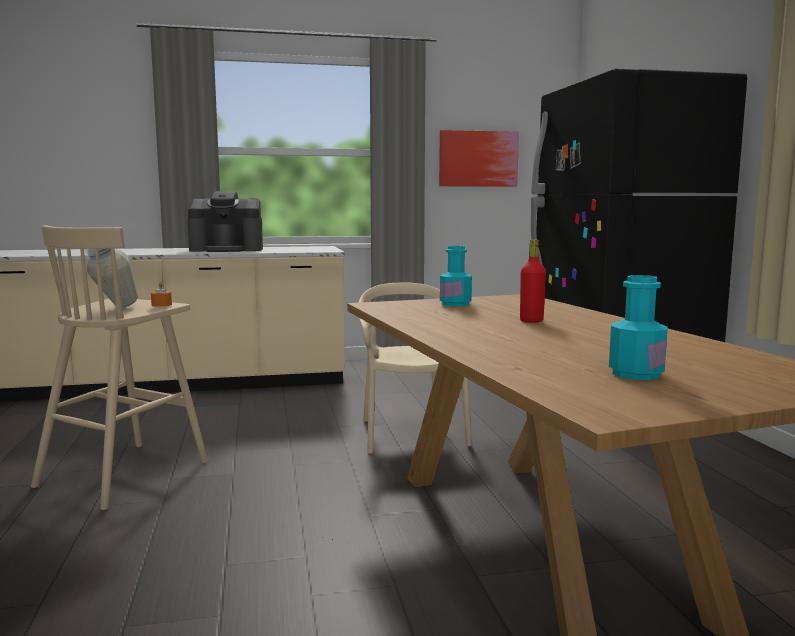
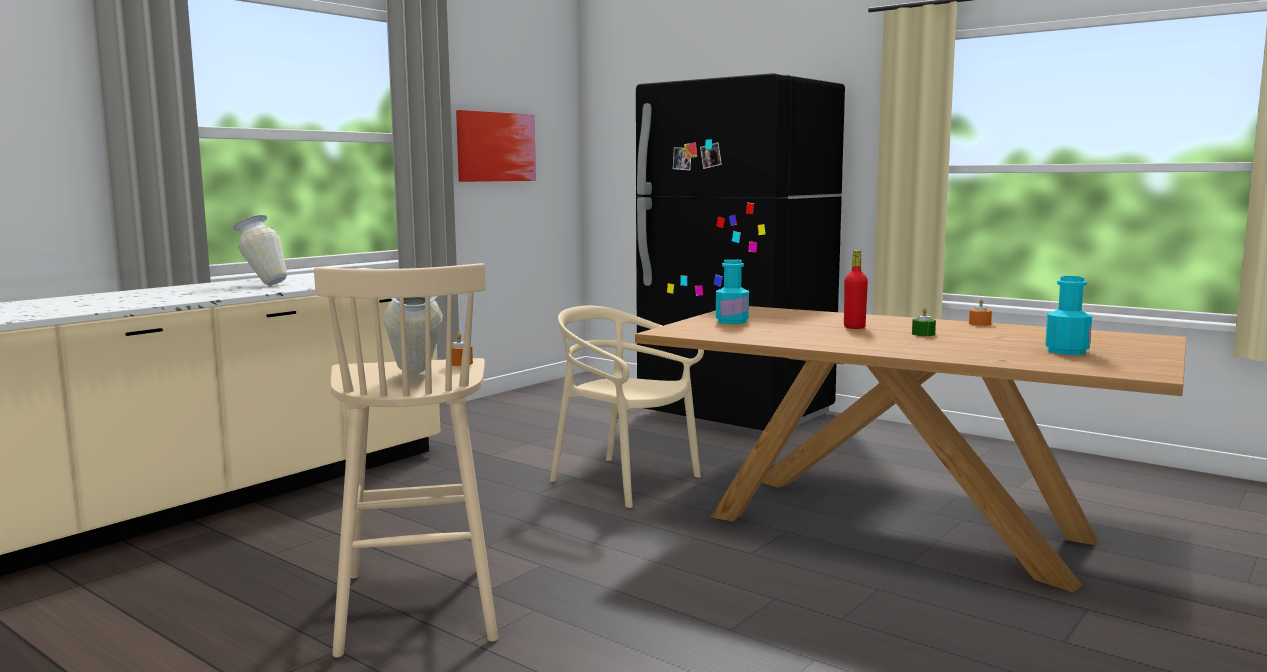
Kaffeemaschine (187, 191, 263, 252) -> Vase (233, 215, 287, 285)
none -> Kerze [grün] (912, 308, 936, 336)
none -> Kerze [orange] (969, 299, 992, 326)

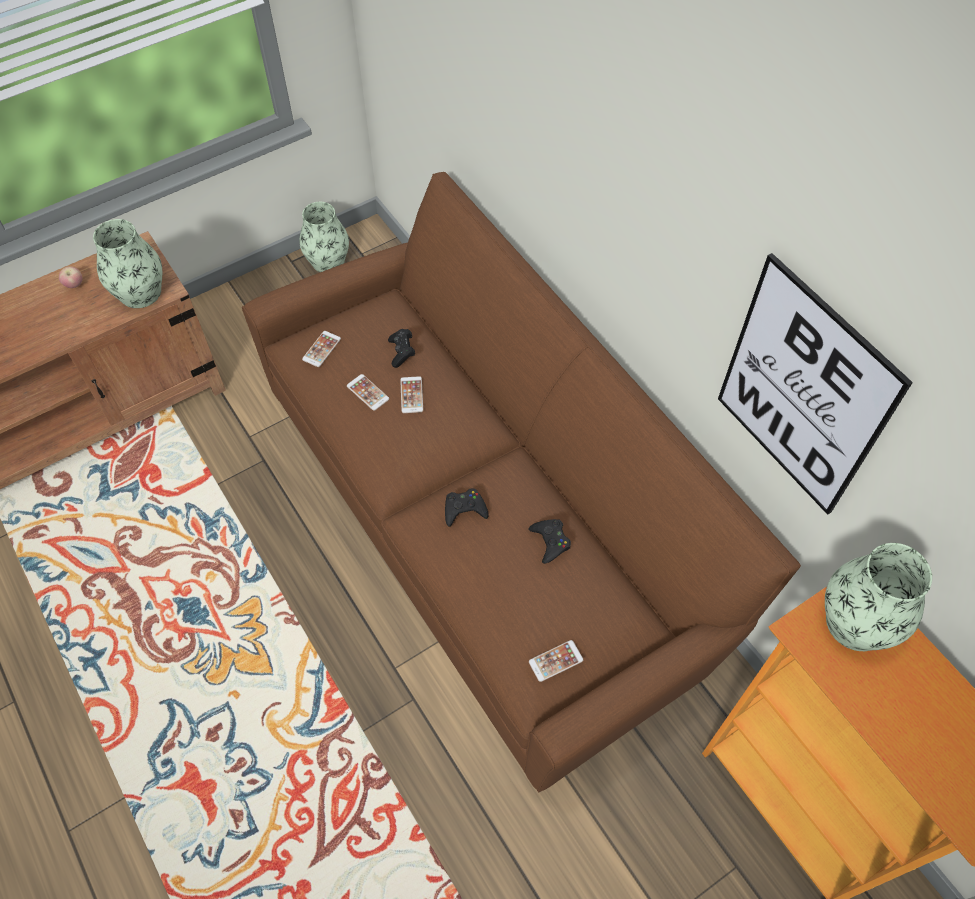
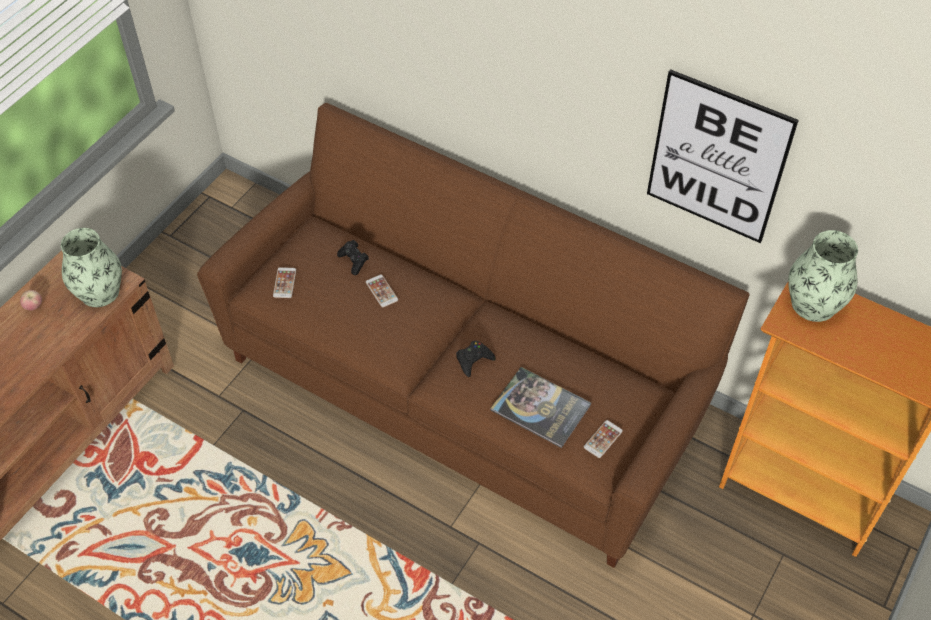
none -> Buch (491, 367, 591, 448)
Vase (299, 202, 349, 272) -> none
Handy (347, 374, 389, 411) -> none
Gamepad [schwarz] (529, 519, 571, 564) -> none

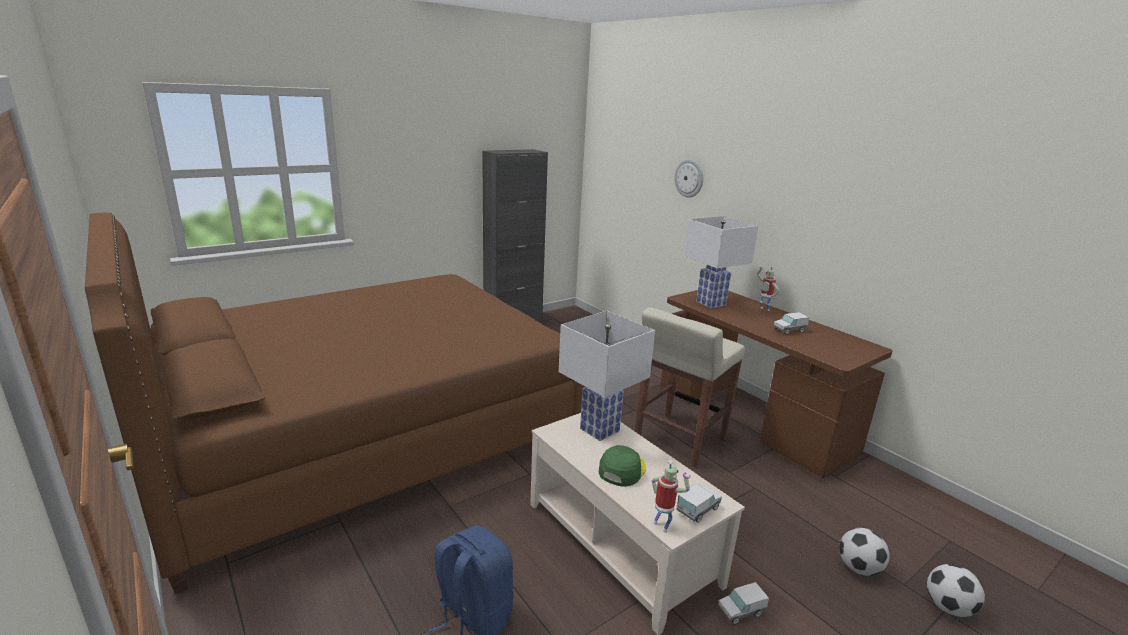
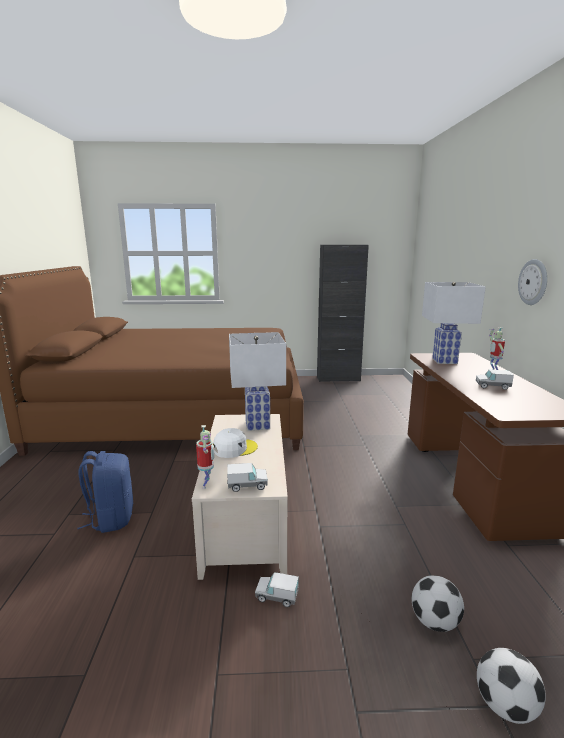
Kappe [grün] (599, 445, 646, 487) -> Kappe [weiß] (213, 428, 258, 458)
Wanduhr (674, 159, 703, 198) -> Wanduhr (518, 259, 547, 305), moved
Hocker [beige] (635, 307, 745, 467) -> none

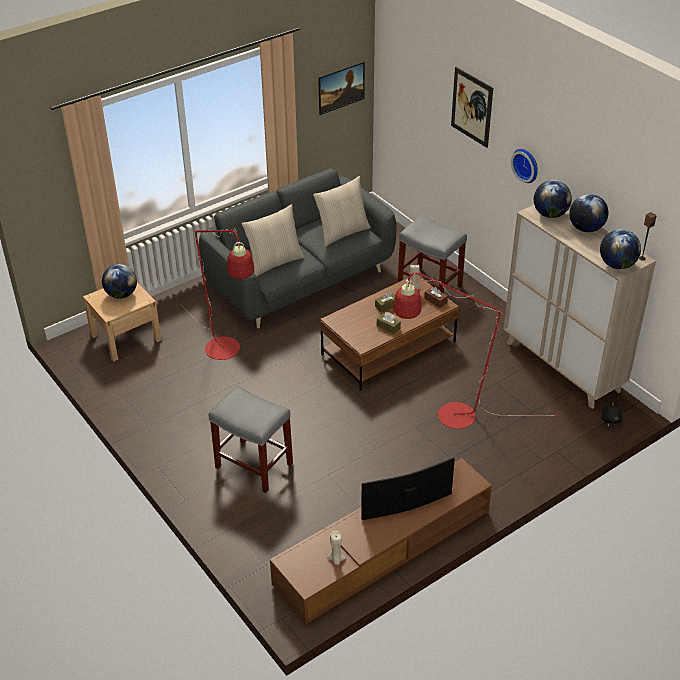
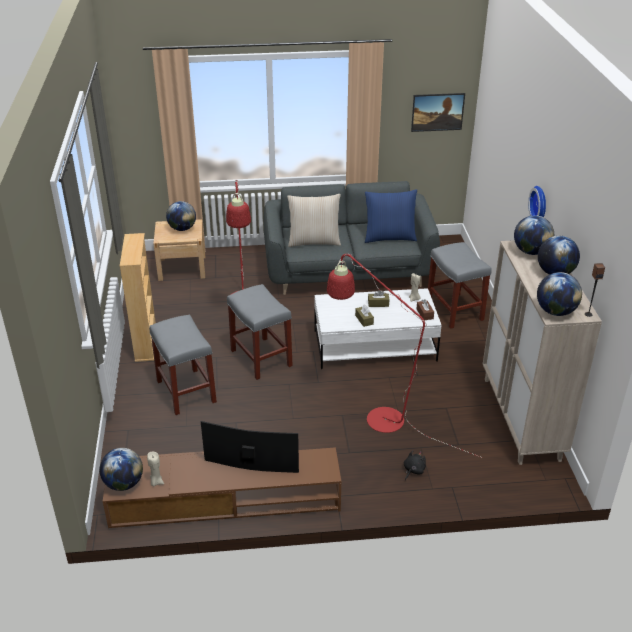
none -> Globus (99, 448, 143, 491)
none -> Bücherregal [beige] (120, 233, 156, 362)
none -> Hocker [grau] (227, 284, 293, 380)
Couchtisch [braun] (320, 275, 459, 391) -> Couchtisch [weiß] (315, 288, 442, 369)
Kissen [beige] (313, 176, 371, 247) -> Kissen [blau] (365, 189, 417, 243)
Plüschtier [schwarz] (601, 402, 623, 432) -> Plüschtier [schwarz] (404, 450, 426, 480), moved
Bild (451, 67, 493, 148) -> none

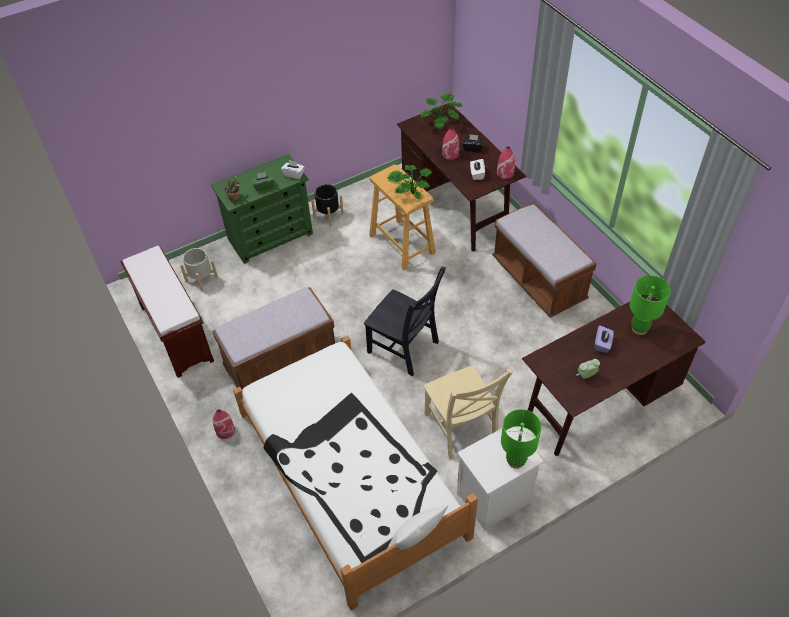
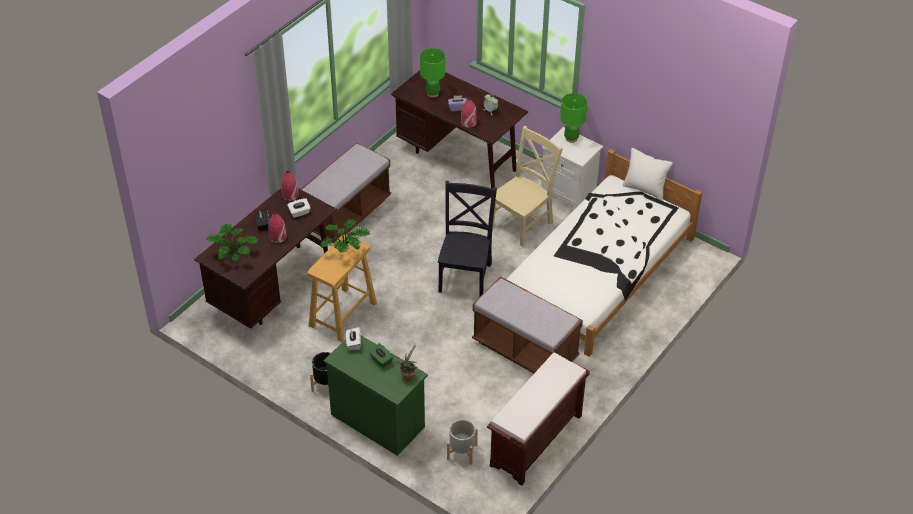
Vase [rot] (213, 409, 235, 439) -> Vase [rot] (461, 98, 477, 128), moved

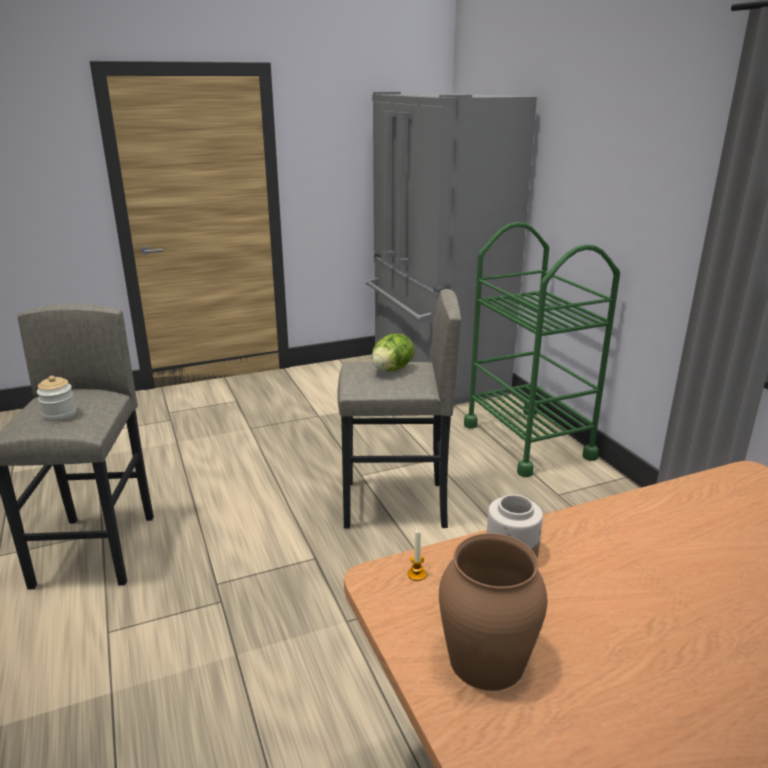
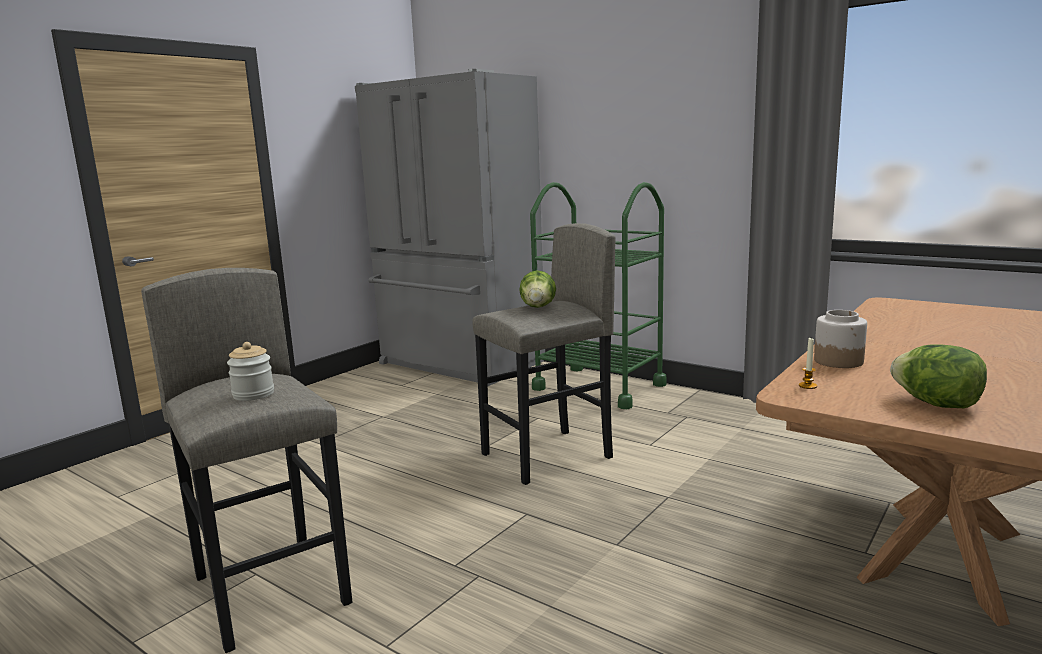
Vase [braun] (439, 533, 547, 691) -> Salatkopf (890, 344, 987, 408)

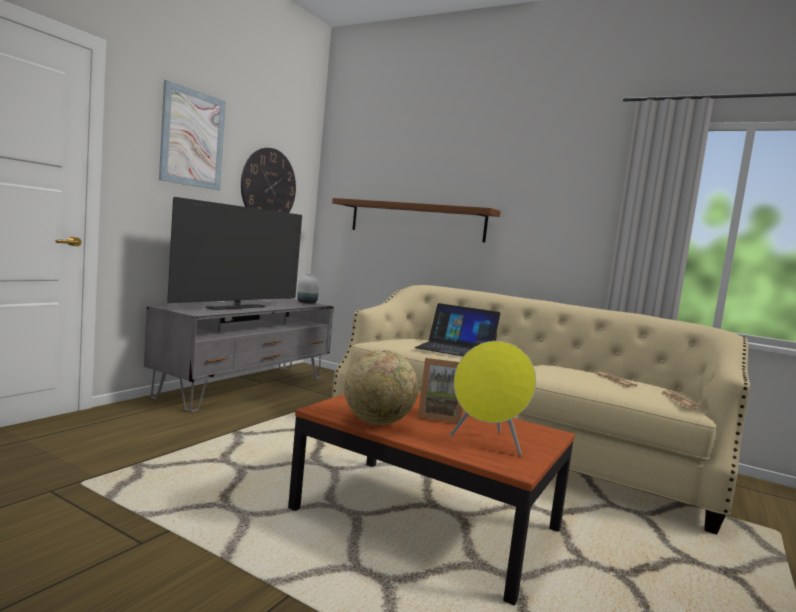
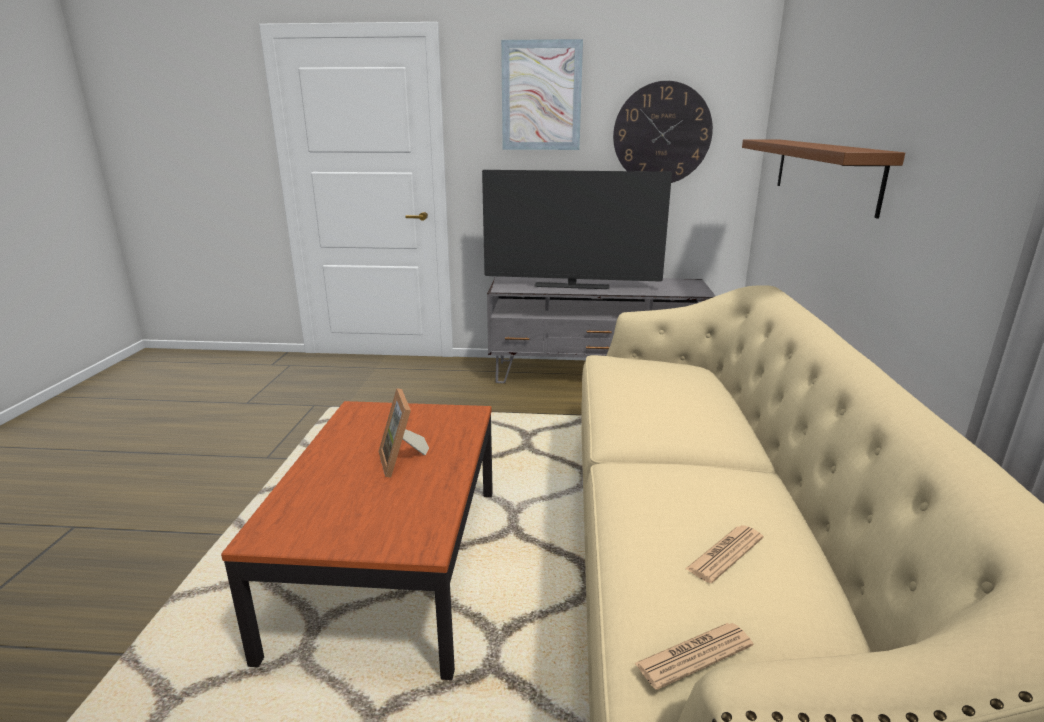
Vase [weiß] (297, 274, 319, 304) -> none
Globus (344, 350, 418, 425) -> none
Laptop (415, 303, 500, 356) -> none
Lautsprecher [gelb] (450, 341, 536, 456) -> none

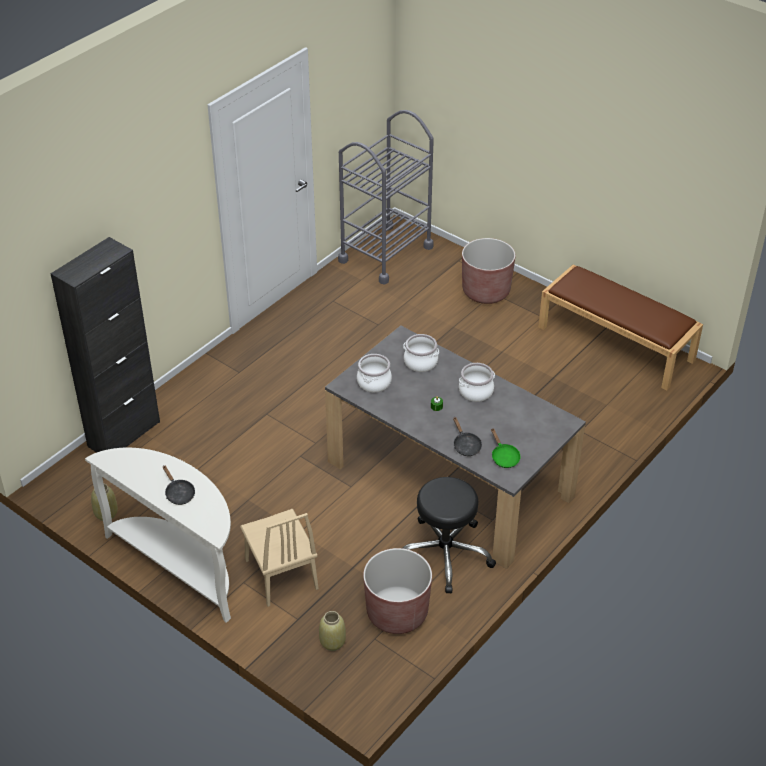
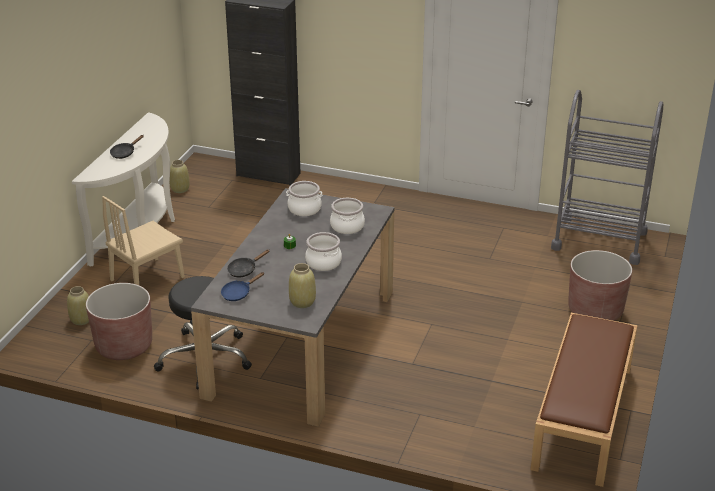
Pfanne [grün] (491, 428, 521, 468) -> Pfanne [blau] (221, 272, 265, 301)
none -> Vase [beige] (289, 263, 316, 308)

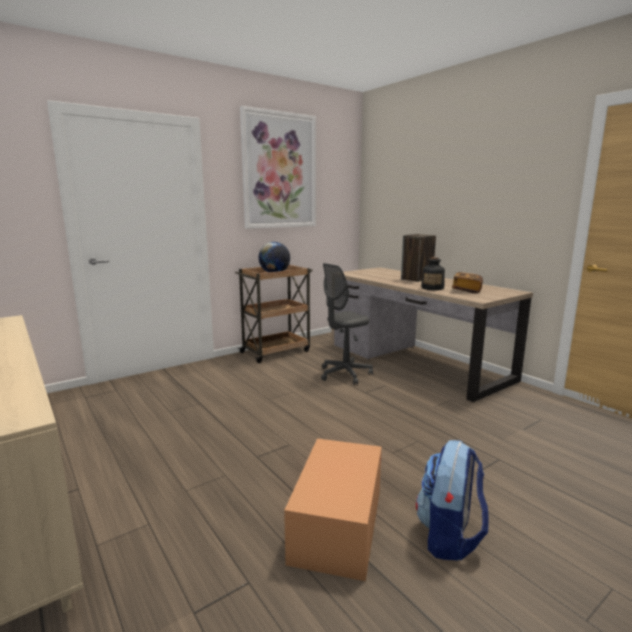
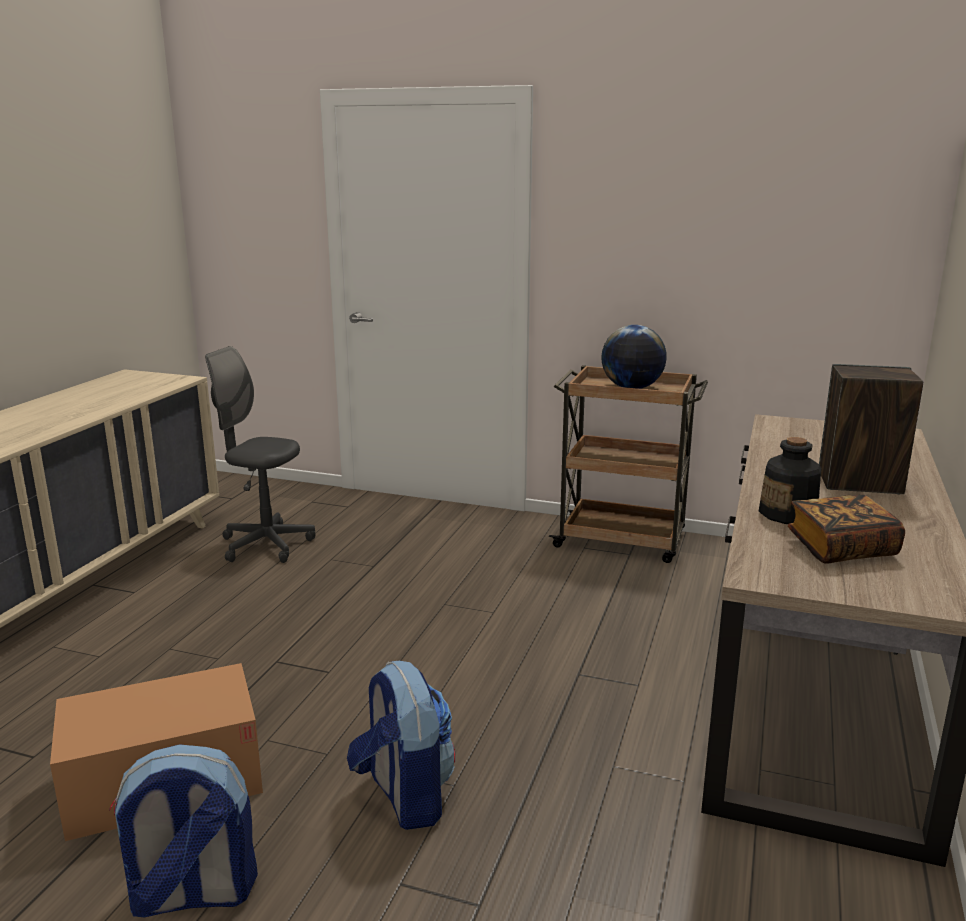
Bürostuhl [grau] (321, 263, 373, 385) -> Bürostuhl [grau] (205, 346, 315, 563), moved
none -> Rucksack (347, 661, 455, 830)
Bild (240, 106, 316, 229) -> none

